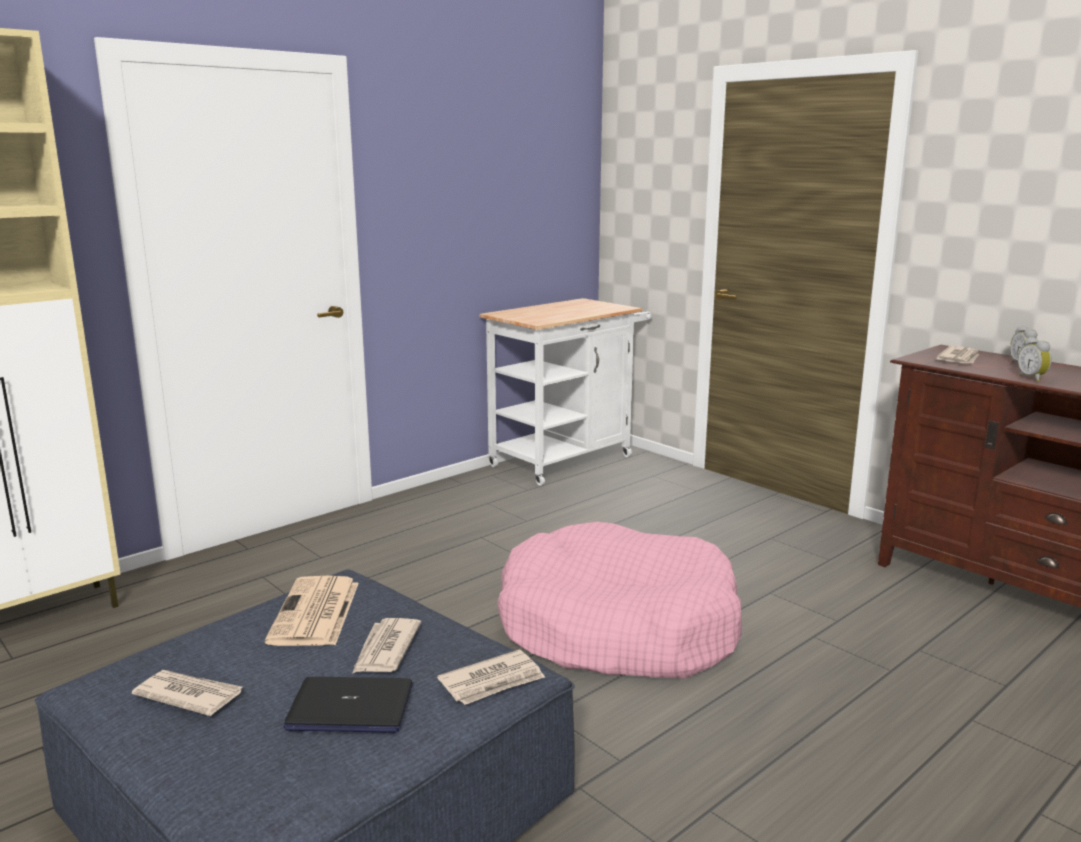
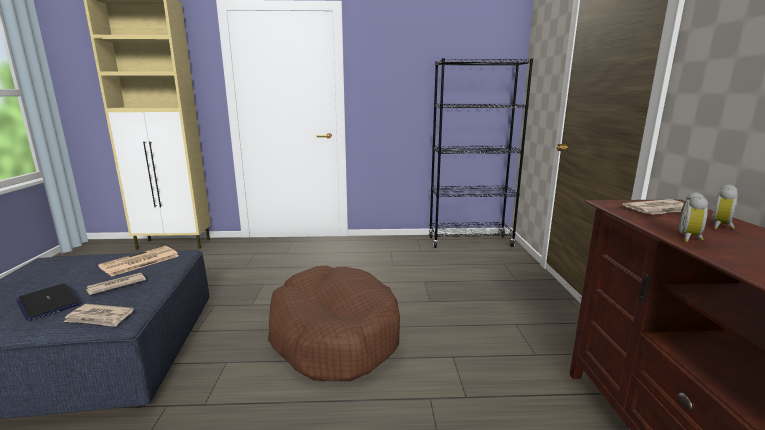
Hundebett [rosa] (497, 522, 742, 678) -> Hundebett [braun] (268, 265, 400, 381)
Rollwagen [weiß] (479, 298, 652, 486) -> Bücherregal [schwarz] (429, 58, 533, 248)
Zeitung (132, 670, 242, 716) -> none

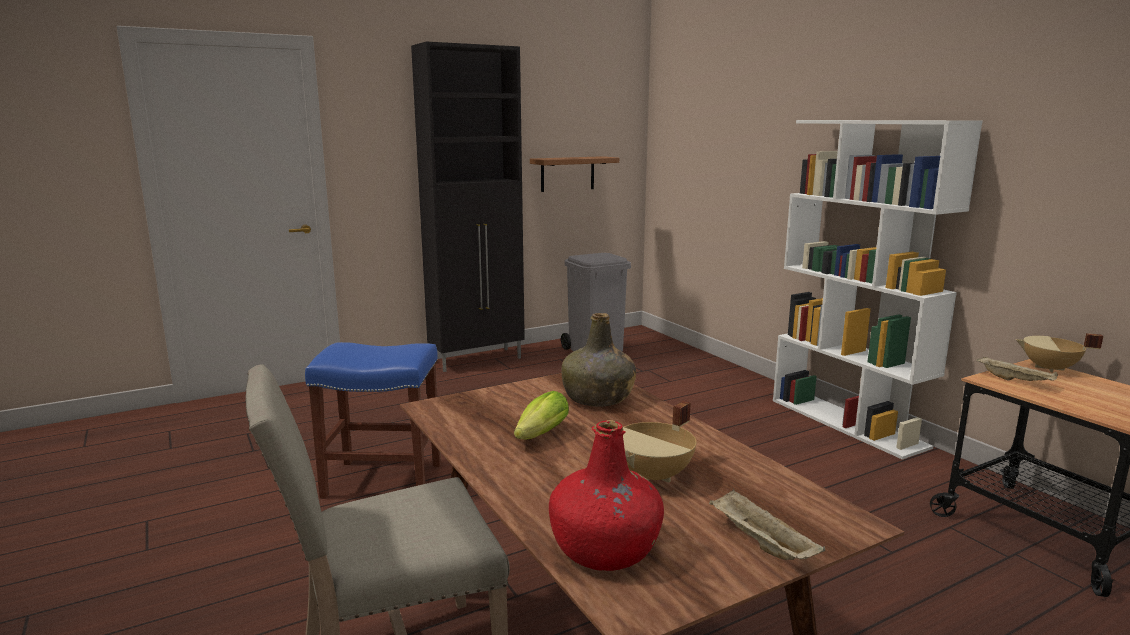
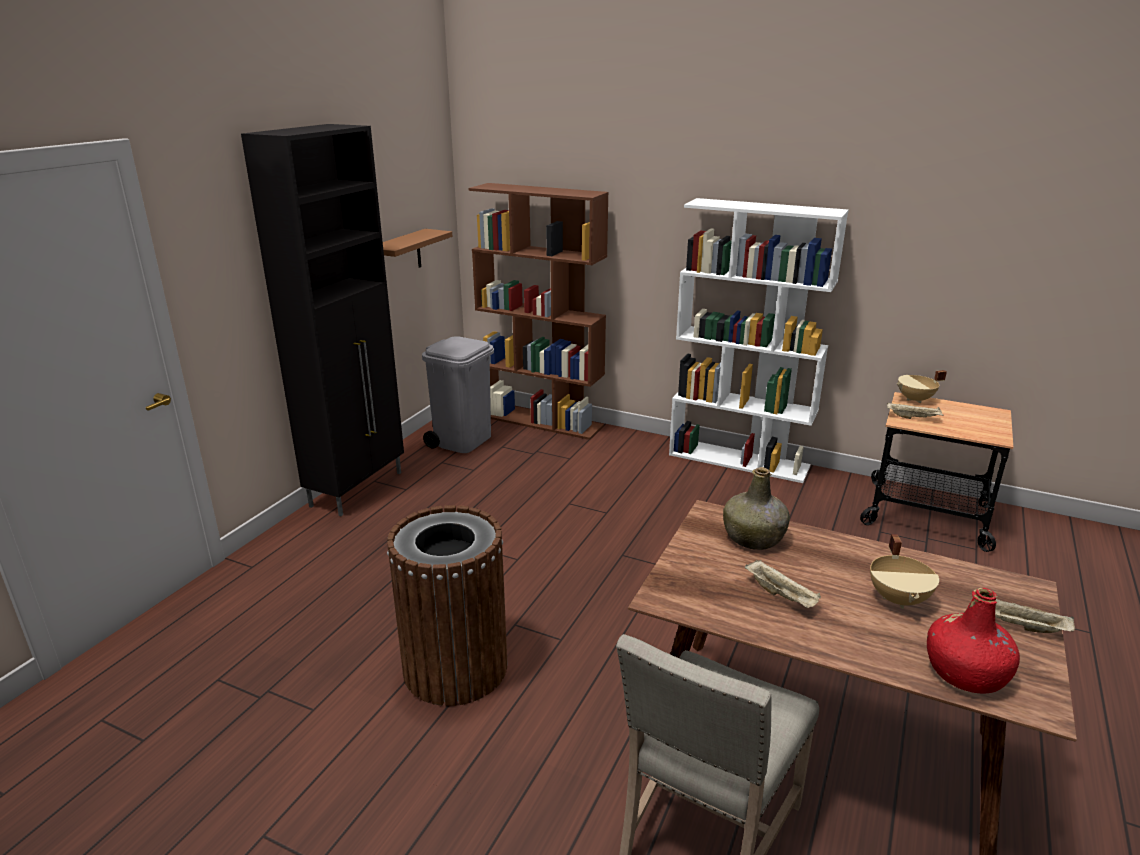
Hocker [blau] (305, 342, 441, 499) -> Mülleimer [braun] (387, 505, 507, 706)
none -> Bücherregal [braun] (469, 183, 609, 440)
Salatkopf (514, 391, 569, 439) -> Tablett [beige] (745, 560, 821, 608)

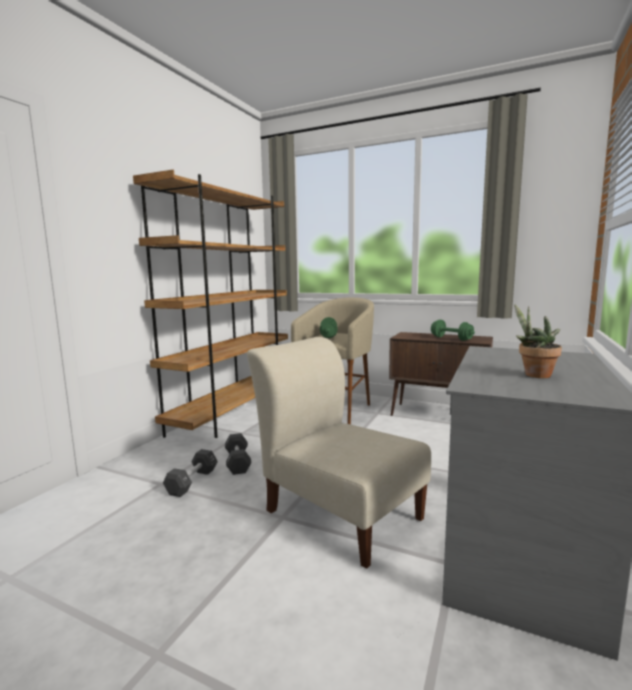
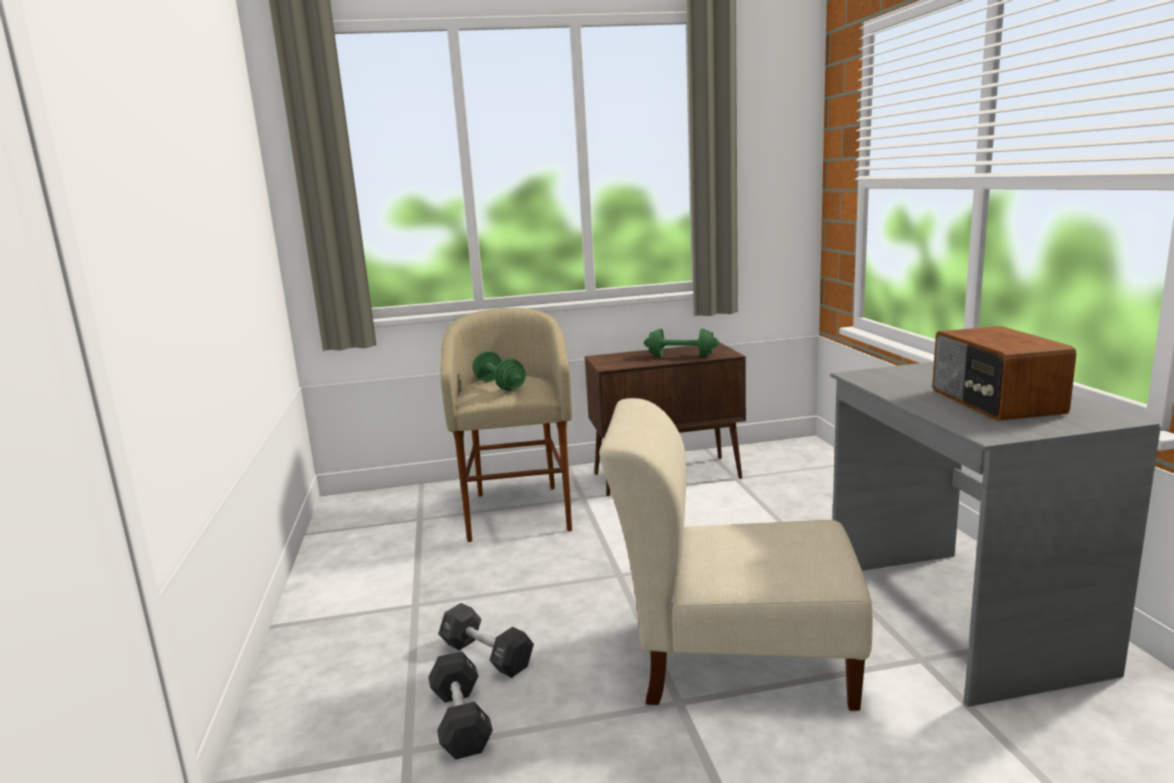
Topfpflanze (514, 304, 562, 378) -> Radio (933, 326, 1076, 421)
Bücherregal [braun] (133, 170, 288, 438) -> none

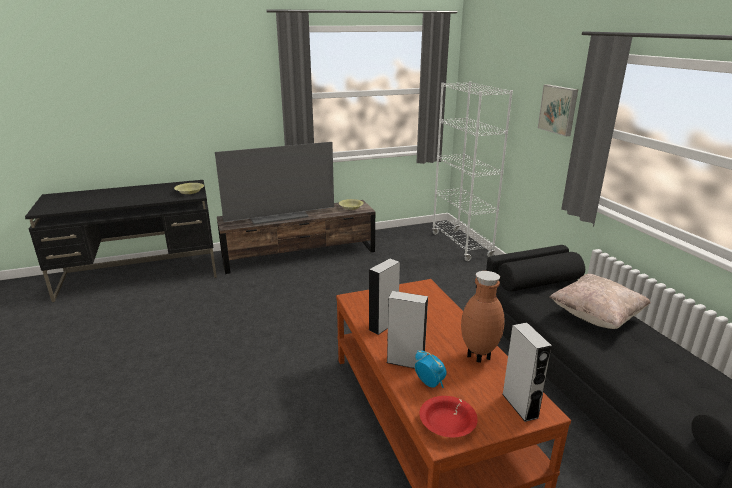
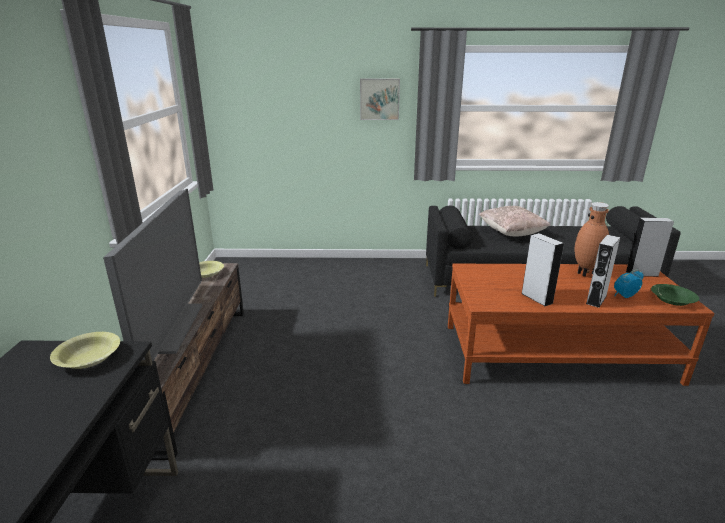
Schüssel [rot] (419, 396, 478, 437) -> Schüssel [grün] (651, 284, 699, 306)
Bücherregal [weiß] (432, 82, 513, 261) -> none

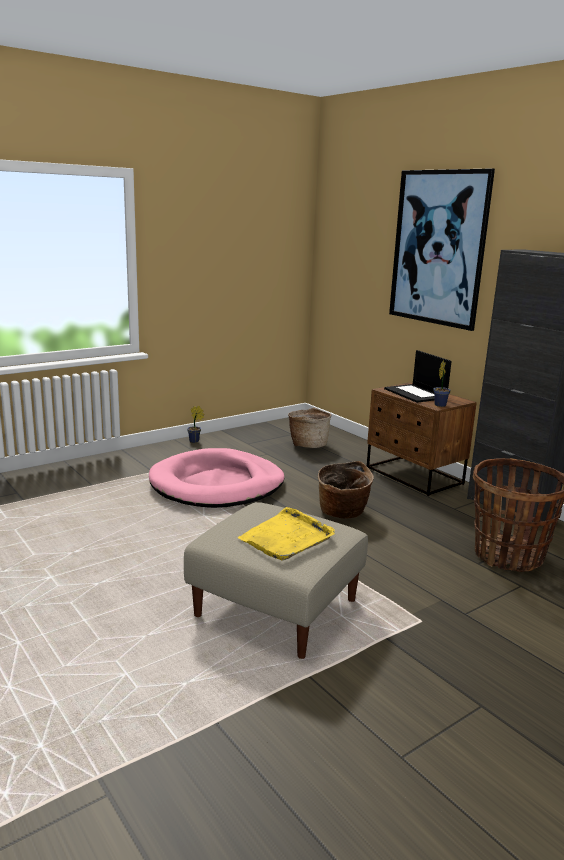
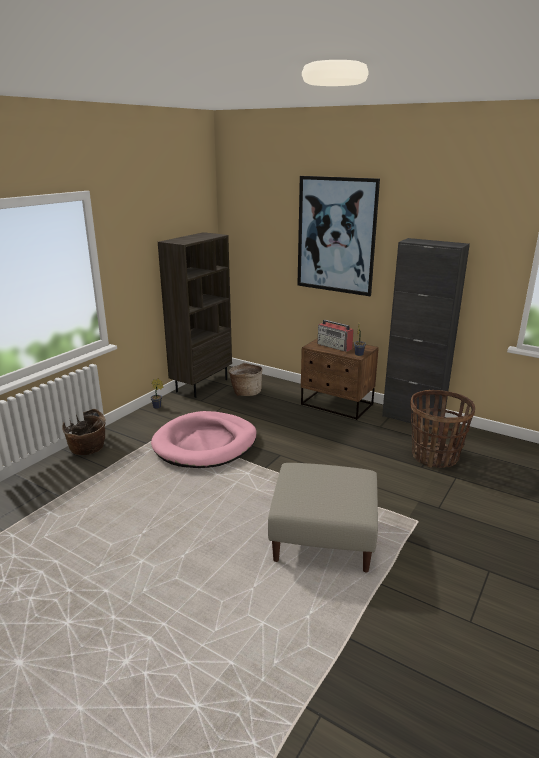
Korb (318, 461, 374, 518) -> Korb (62, 409, 106, 455), moved
none -> Bücherregal [braun] (158, 232, 232, 398)
Laptop (384, 350, 452, 403) -> Radio (318, 320, 354, 352)
Tablett [gelb] (237, 507, 335, 561) -> none

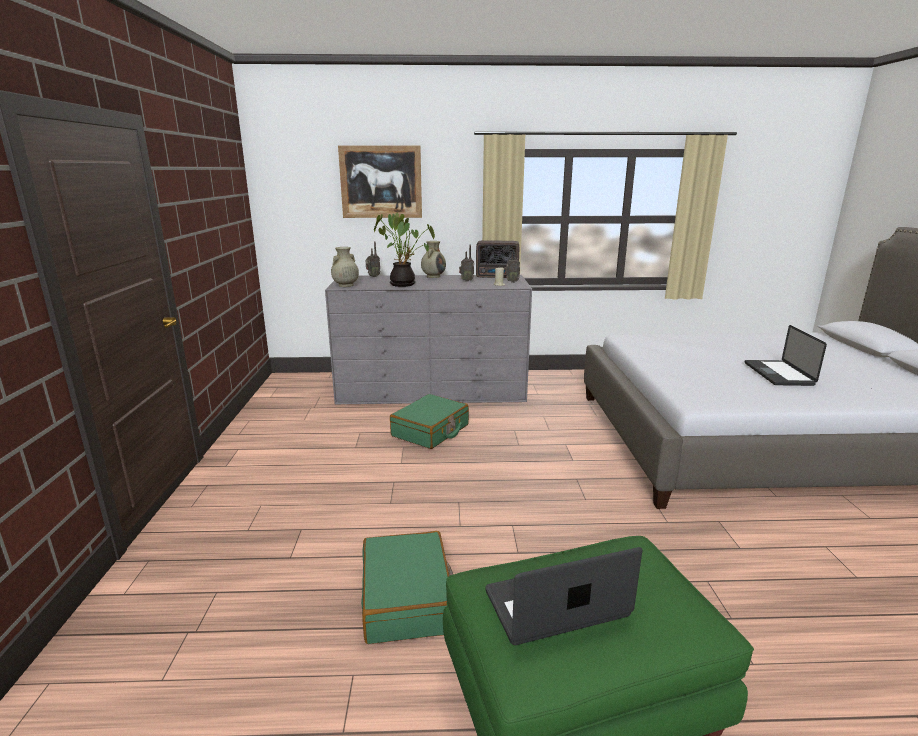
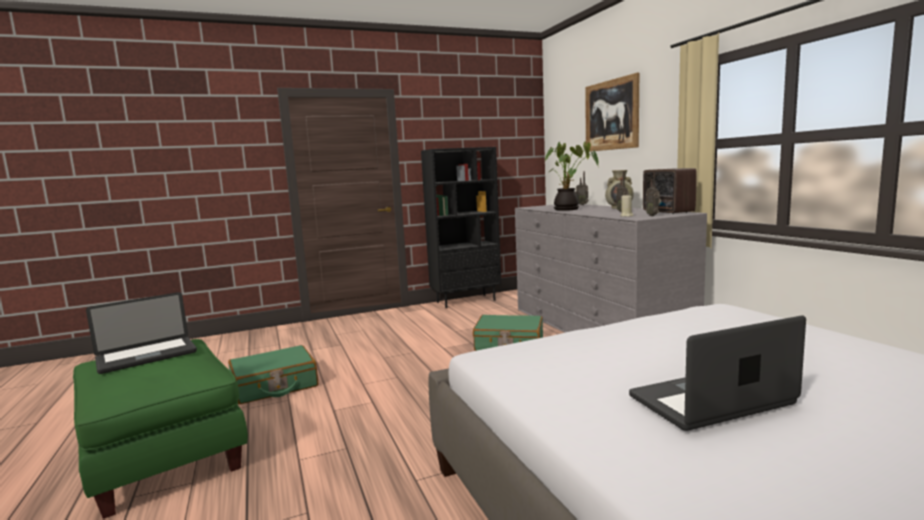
Laptop (485, 547, 642, 645) -> Laptop (86, 292, 197, 374), 90 degrees clockwise
none -> Bücherregal [schwarz] (421, 147, 501, 308)
Vase [beige] (331, 247, 359, 287) -> none

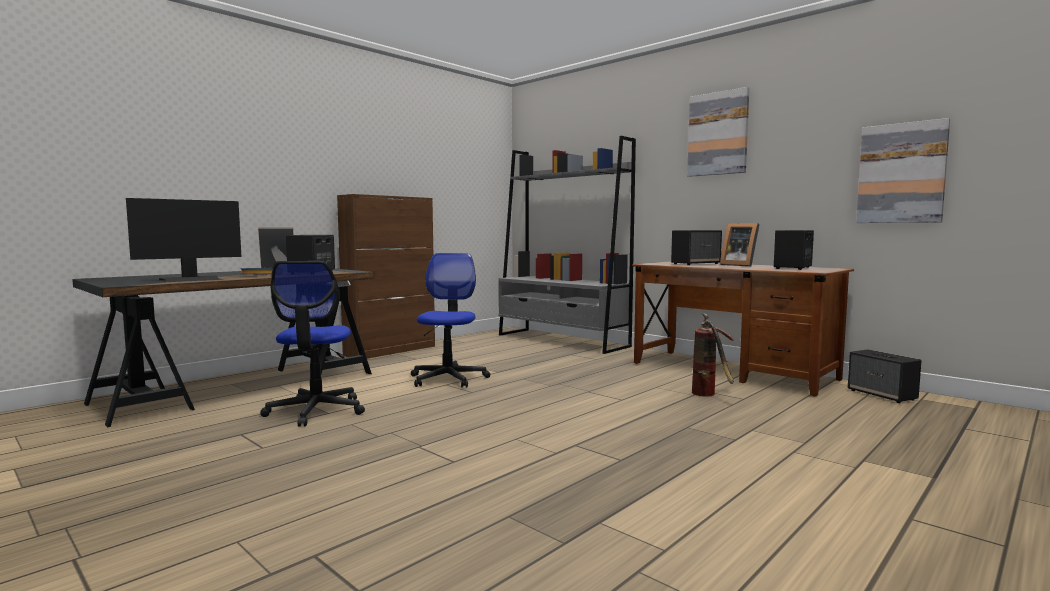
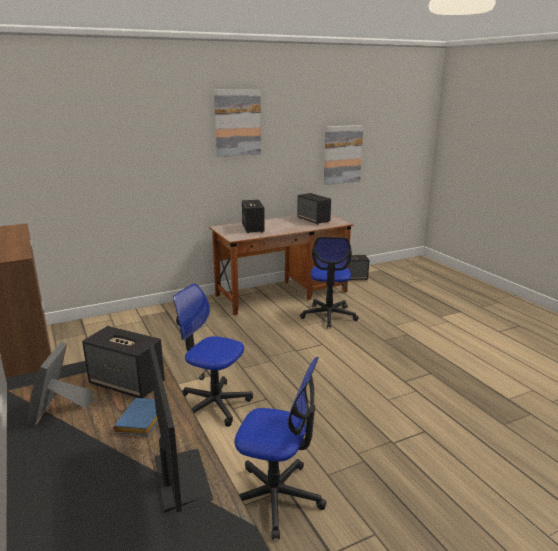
Feuerlöscher (692, 313, 734, 396) -> Bürostuhl (300, 237, 359, 328)
Bücherregal [grau] (498, 136, 636, 354) -> none
Bilderrahmen (720, 223, 760, 266) -> none

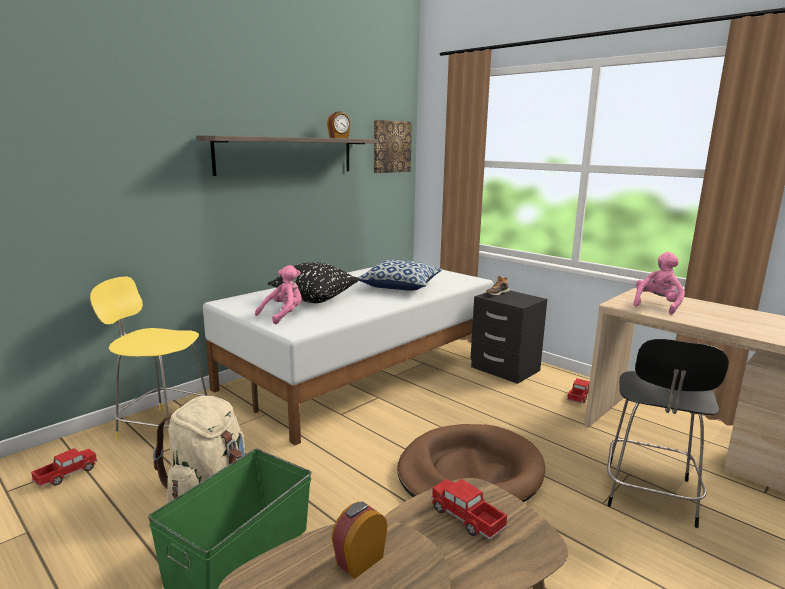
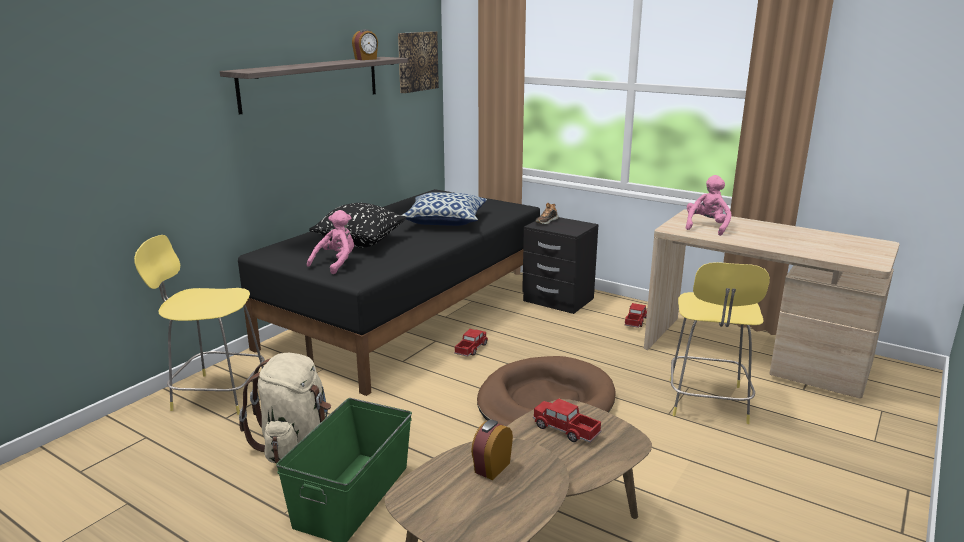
Bett [weiß] (203, 267, 493, 445) -> Bett [schwarz] (238, 189, 540, 396)
Spielzeuglaster (31, 448, 98, 488) -> Spielzeuglaster (454, 329, 488, 357), moved
Hocker [schwarz] (607, 339, 729, 528) -> Hocker [gelb] (669, 262, 770, 424)

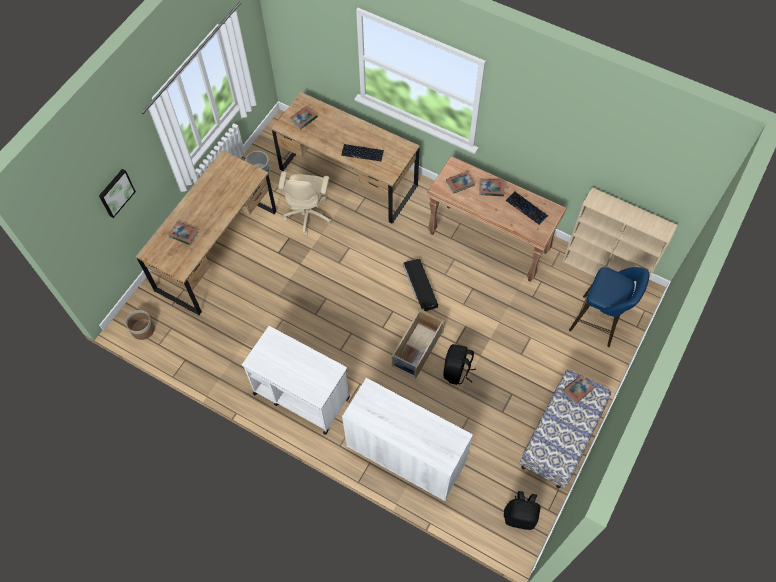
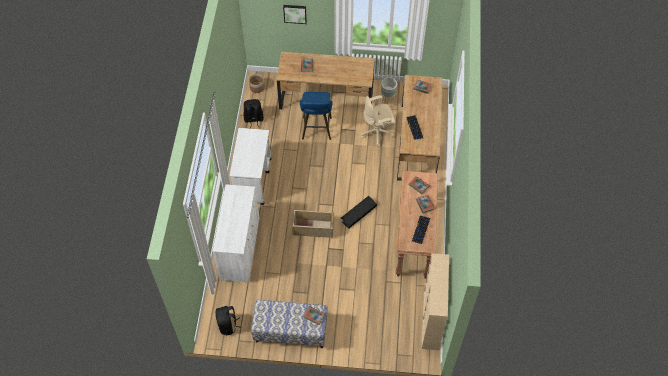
Rucksack [schwarz] (443, 344, 476, 385) -> Rucksack [schwarz] (244, 99, 264, 128), moved
Hocker [blau] (569, 267, 649, 347) -> Hocker [blau] (300, 92, 333, 140), moved

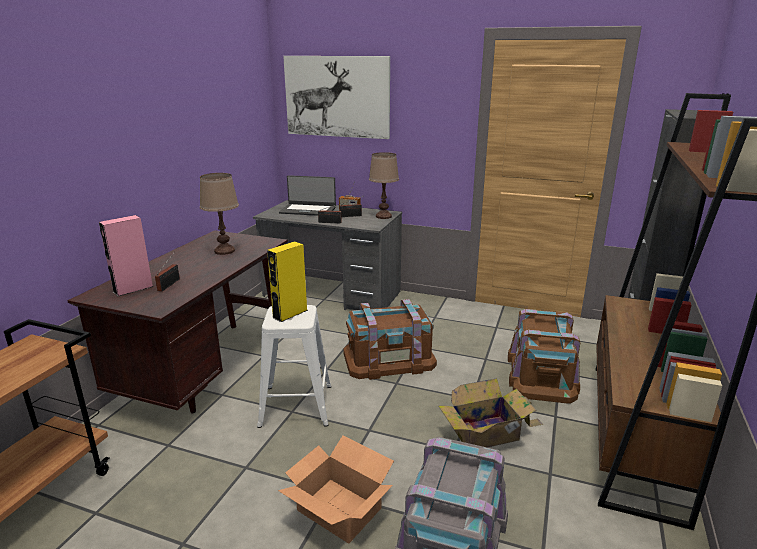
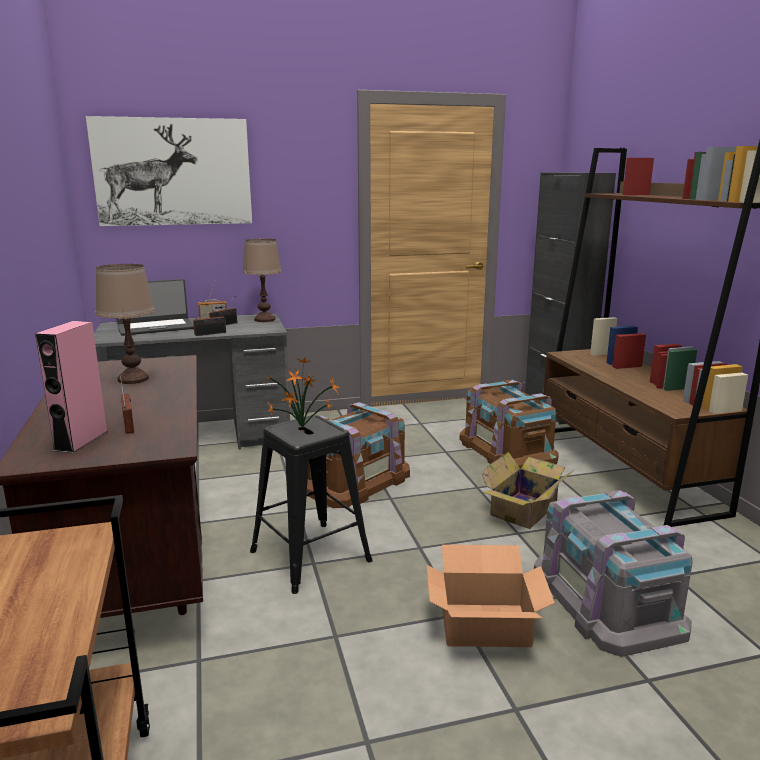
Hocker [weiß] (257, 305, 332, 428) -> Hocker [schwarz] (250, 415, 373, 594)
Lautsprecher [gelb] (267, 241, 308, 322) -> Topfpflanze (267, 357, 340, 427)

